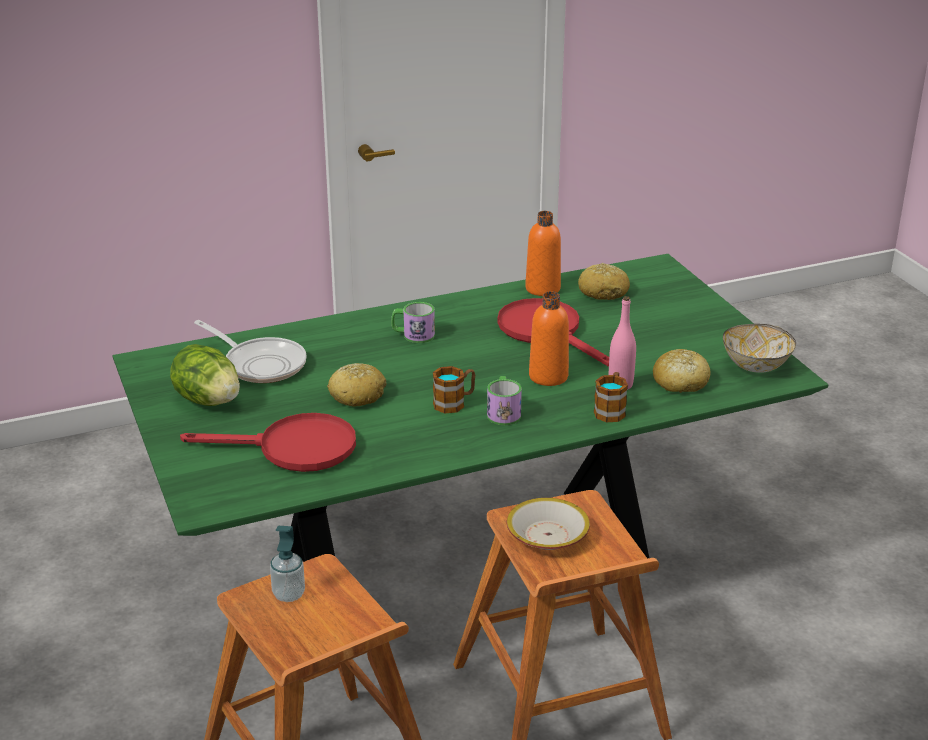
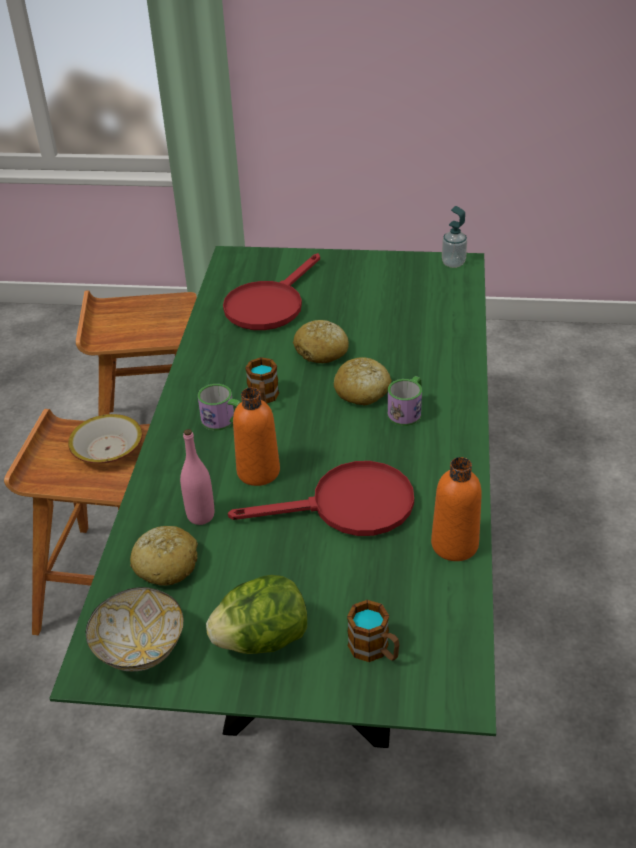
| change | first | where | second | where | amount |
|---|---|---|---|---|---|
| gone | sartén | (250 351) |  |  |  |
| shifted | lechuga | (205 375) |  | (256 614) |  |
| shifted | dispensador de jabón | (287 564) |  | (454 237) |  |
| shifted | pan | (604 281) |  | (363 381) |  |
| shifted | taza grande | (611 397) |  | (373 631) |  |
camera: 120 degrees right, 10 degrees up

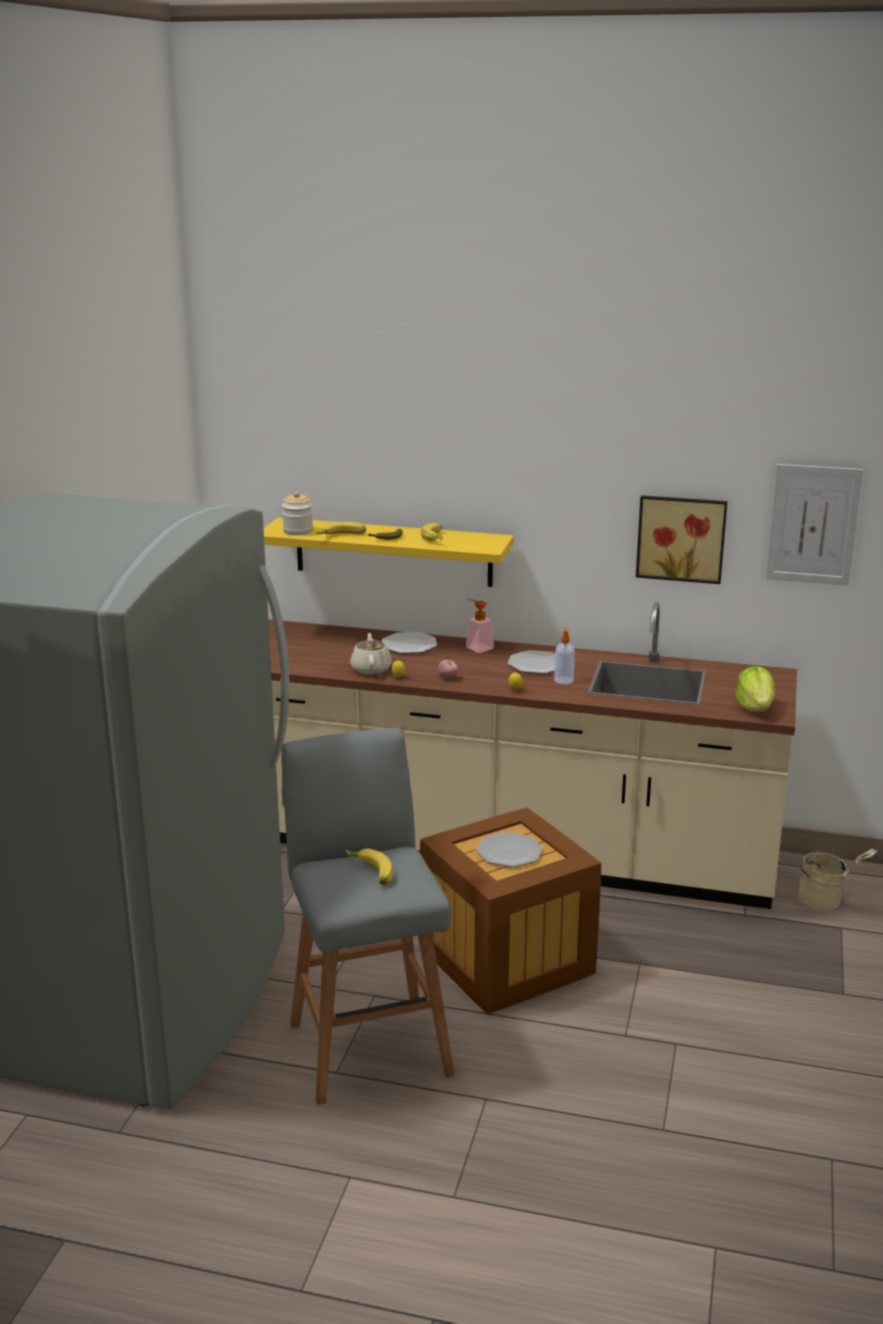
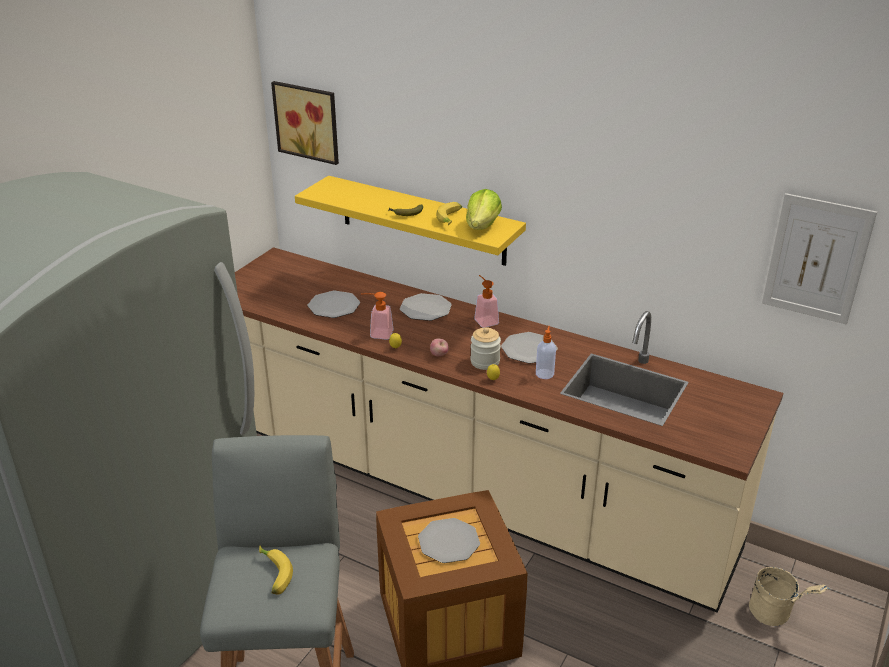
| change | first | where | second | where | amount |
|---|---|---|---|---|---|
| gone | plátano | (341 528) |  |  |  |
| new |  |  | plato | (334 304) |  |
| shifted | tarro | (297 513) |  | (485 348) |  |
| shifted | cuadro | (682 539) |  | (305 123) |  |
| shifted | lechuga | (755 689) |  | (484 209) |  |
| swapped | tetera/beis | (371 654) | dispensador de jabón | (377 316) |  |
camera: 15 degrees right, 10 degrees up

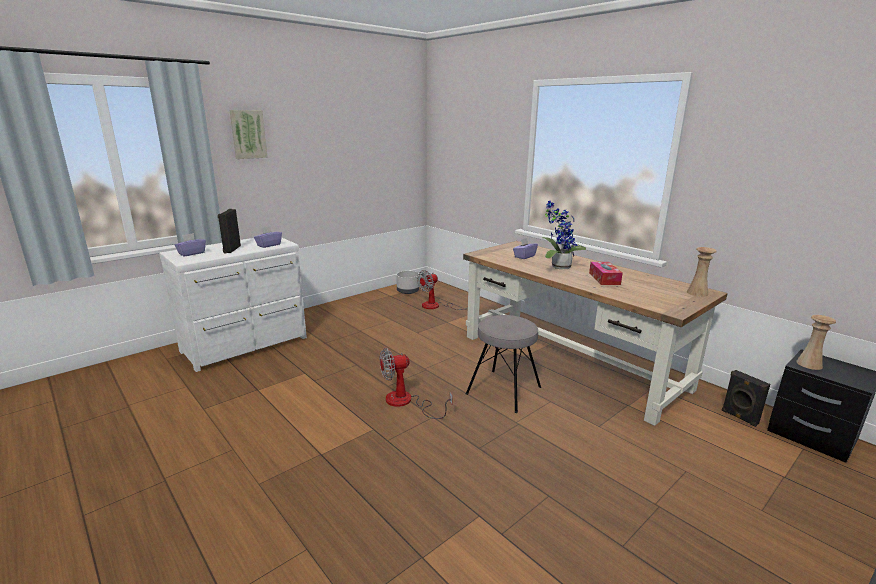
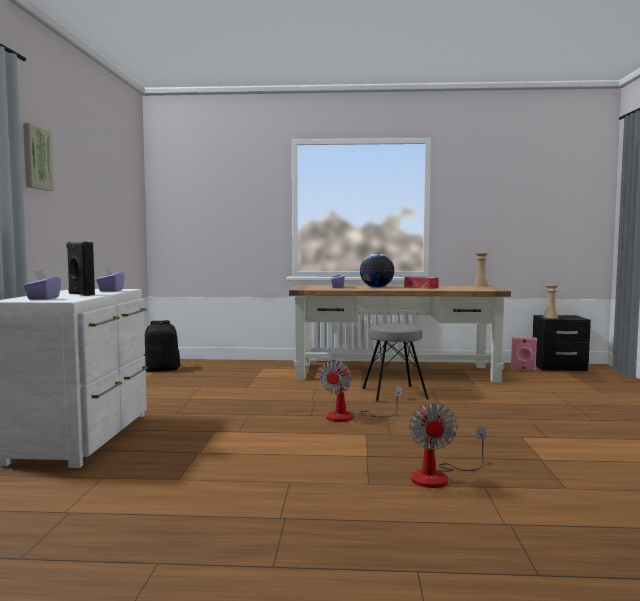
| change | first | where | second | where | amount |
|---|---|---|---|---|---|
| shifted | ventilador | (442 290) |  | (447 445) |  |
| swapped | maceta/gris | (407 282) | mochila/negro | (161 346) |  |
| swapped | planta en maceta | (564 235) | globo terráqueo | (377 270) |  |
| repainted | altavoz/negro | (746 398) | altavoz/rosa | (524 354) |  |
camera: 45 degrees left, 15 degrees down

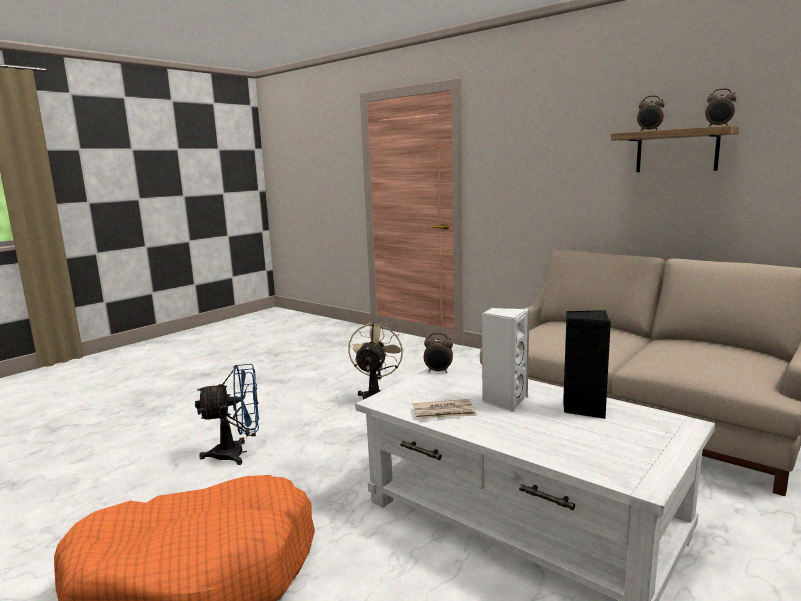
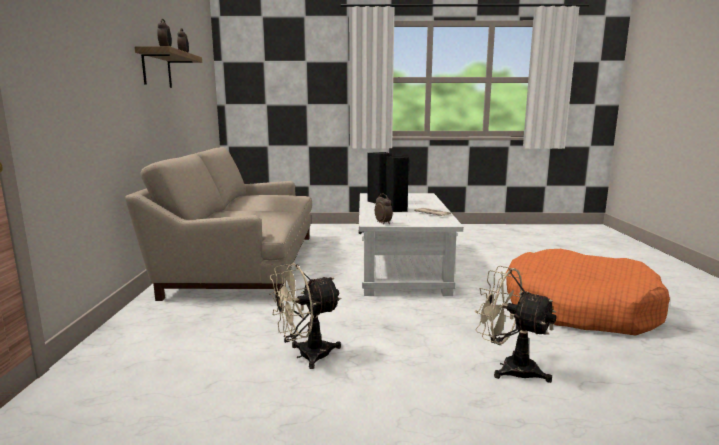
| change | first | where | second | where | amount |
|---|---|---|---|---|---|
| repainted | ventilador/azul | (227 414) | ventilador/beis | (516 324) |  |
| repainted | altavoz/blanco | (505 359) | altavoz/negro | (397 184) |  |
camera: 130 degrees left, 0 degrees up

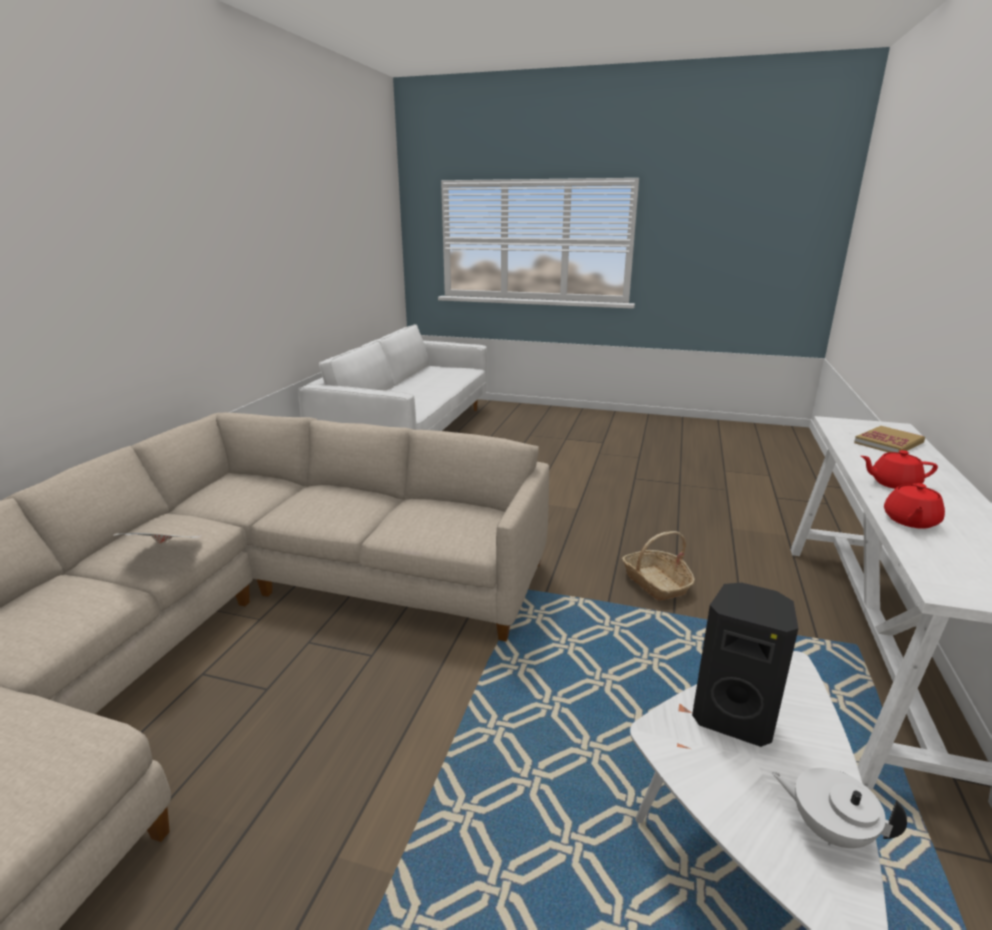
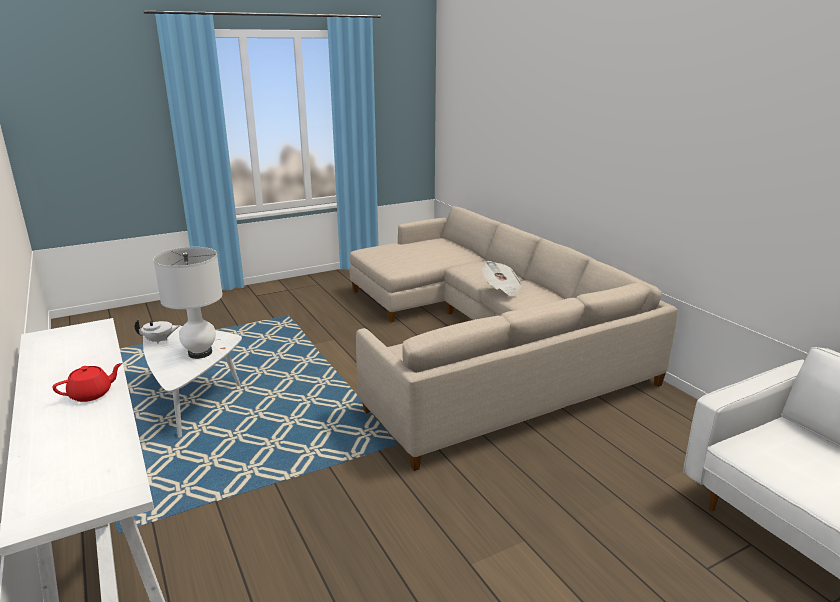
| change | first | where | second | where | amount |
|---|---|---|---|---|---|
| gone | cesta | (658 566) |  |  |  |
| gone | libro | (889 439) |  |  |  |
| gone | tetera/rojo | (914 506) |  |  |  |
| swapped | altavoz/negro | (745 665) | lámpara de mesa/blanco | (188 303) |  |
camera: 135 degrees right, 0 degrees up

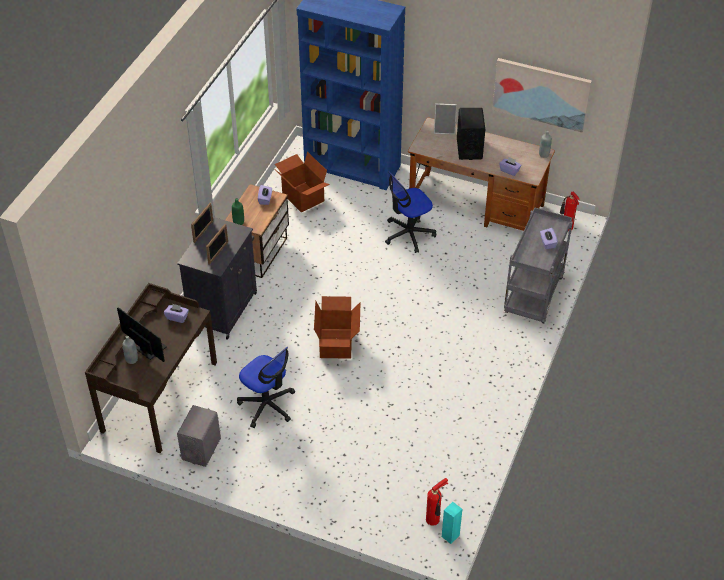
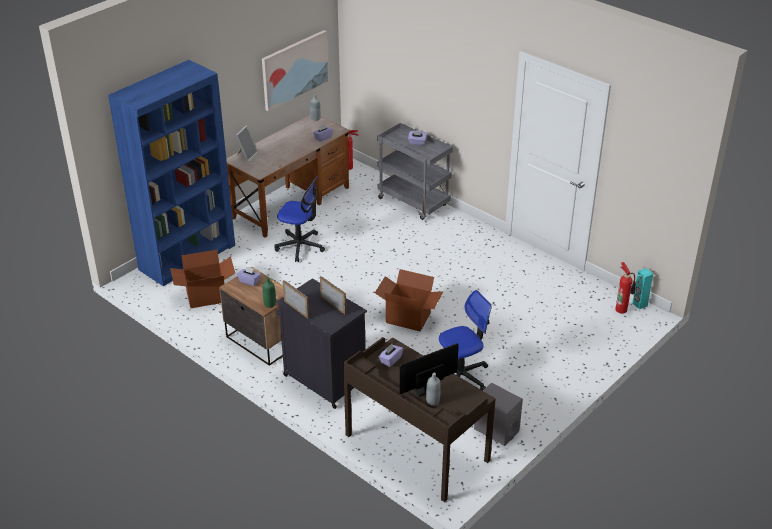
| change | first | where | second | where | amount |
|---|---|---|---|---|---|
| gone | altavoz/negro | (471 134) |  |  |  |
| rotated | silla de oficina | (410 212) |  | (299 219) | 60 degrees counterclockwise |
camera: 70 degrees left, 10 degrees down

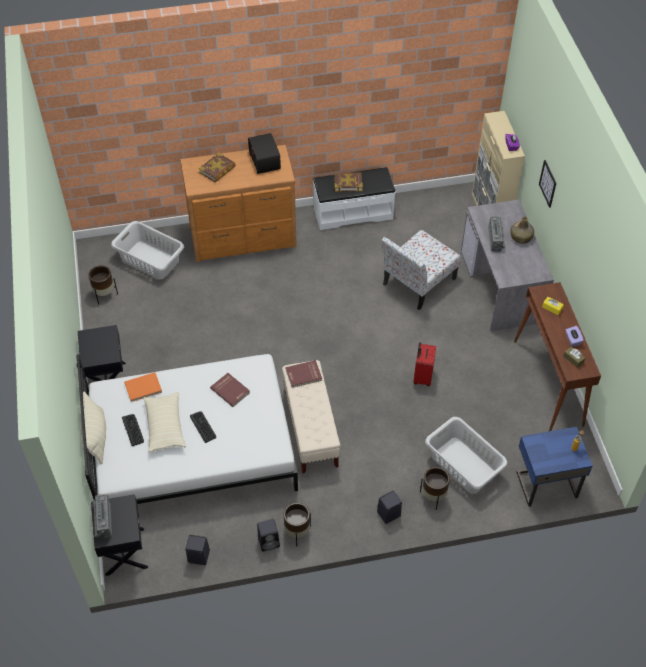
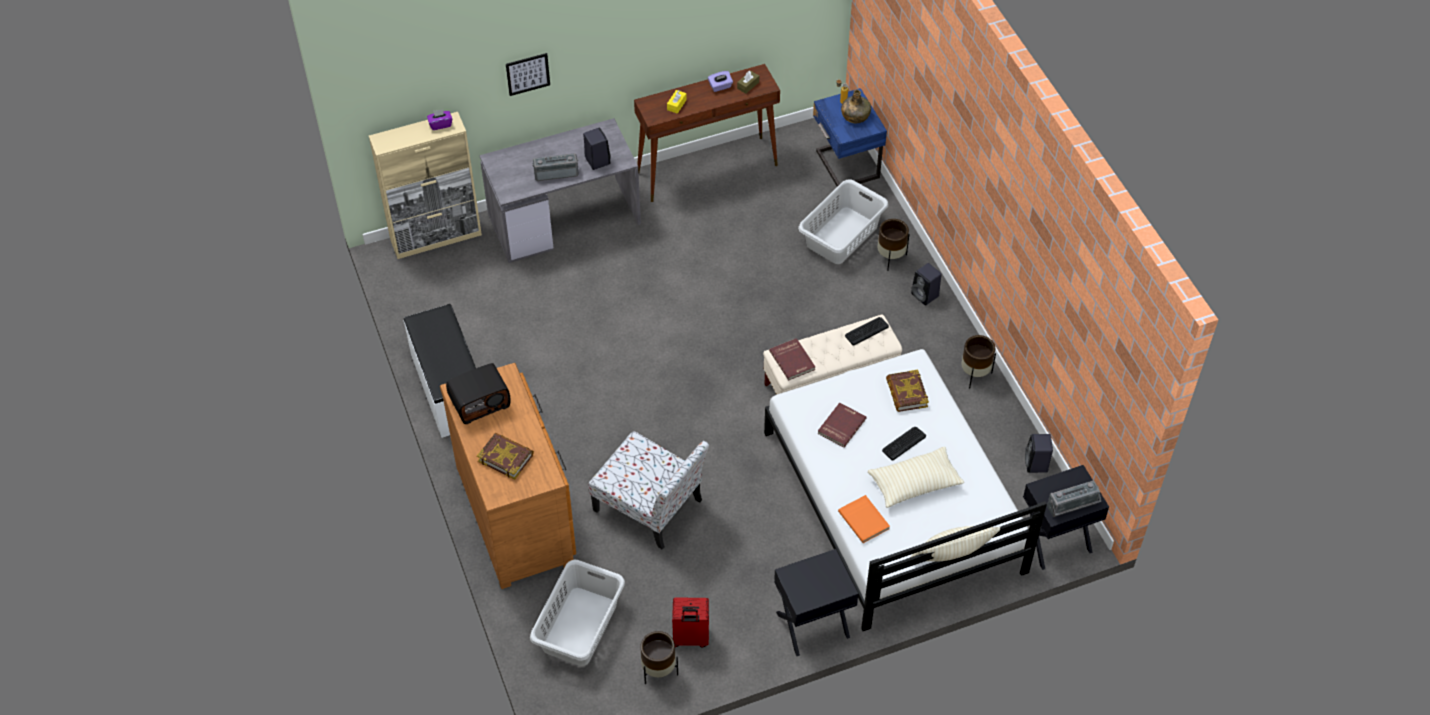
| change | first | where | second | where | amount |
|---|---|---|---|---|---|
| shifted | teclado | (133 430) |  | (867 331) |  |
| shifted | altavoz/negro | (268 535) |  | (597 149) |  |
| shifted | libro | (348 182) |  | (907 390) |  |
| shifted | silla | (421 270) |  | (648 490) |  |
| shifted | maleta/rojo | (424 364) |  | (690 623) |  |
| shifted | botella/verde | (522 230) |  | (856 106) |  |
camera: 100 degrees left, 0 degrees up

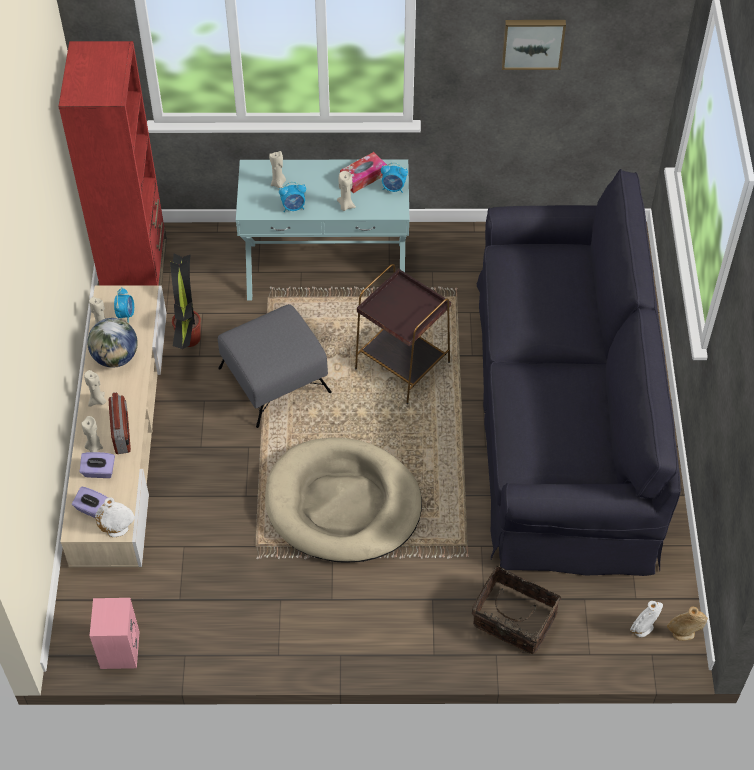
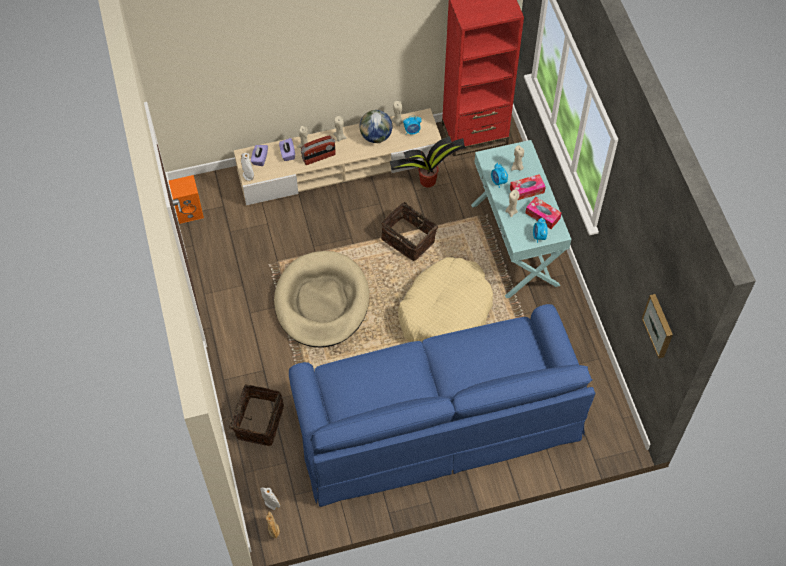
| change | first | where | second | where | amount |
|---|---|---|---|---|---|
| new |  |  | caja de pañuelos | (528 187) |  |
| shifted | cuadro | (534 45) |  | (657 326) |  |
| swapped | puf/gris | (275 366) | cesta | (409 231) |  |
| swapped | mesa auxiliar/marrón | (403 334) | cama para perro/beis | (445 299) |  |
| repainted | altavoz/rosa | (115 633) | altavoz/naranja | (186 199) |  |
| repainted | sofá/negro | (579 372) | sofá/azul | (442 405) |  |
camera: 75 degrees right, 5 degrees up

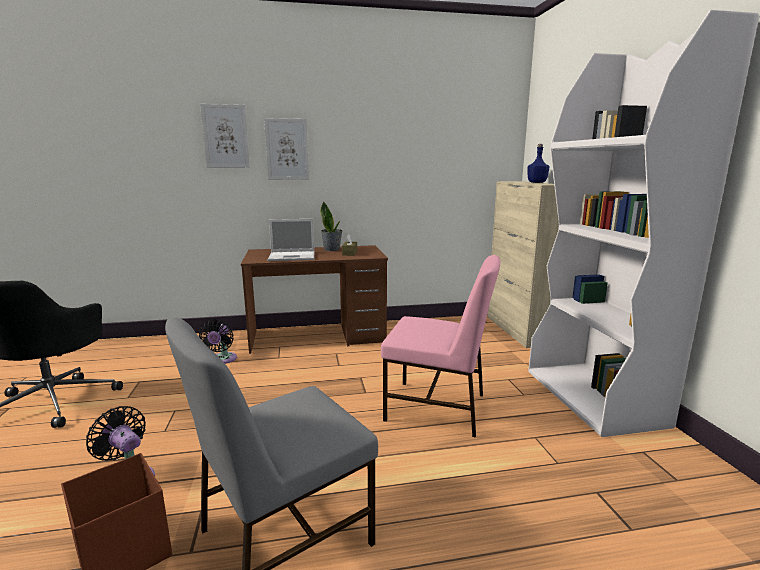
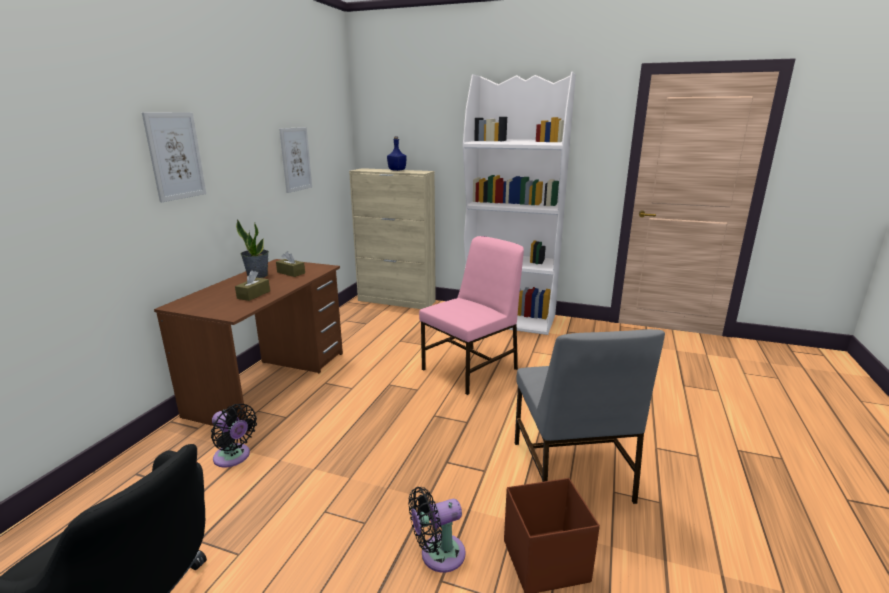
| change | first | where | second | where | amount |
|---|---|---|---|---|---|
| shifted | cuadro | (225 136) |  | (295 160) |  |
| swapped | portátil | (290 240) | caja de pañuelos/marrón | (252 286) |  |
camera: 60 degrees left, 5 degrees up

